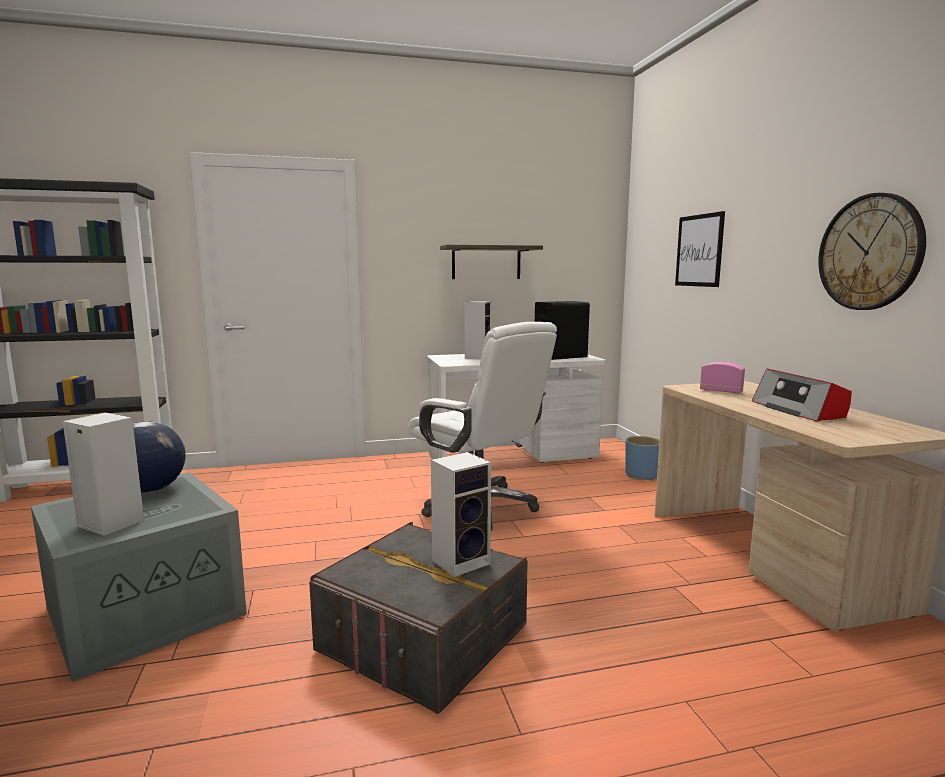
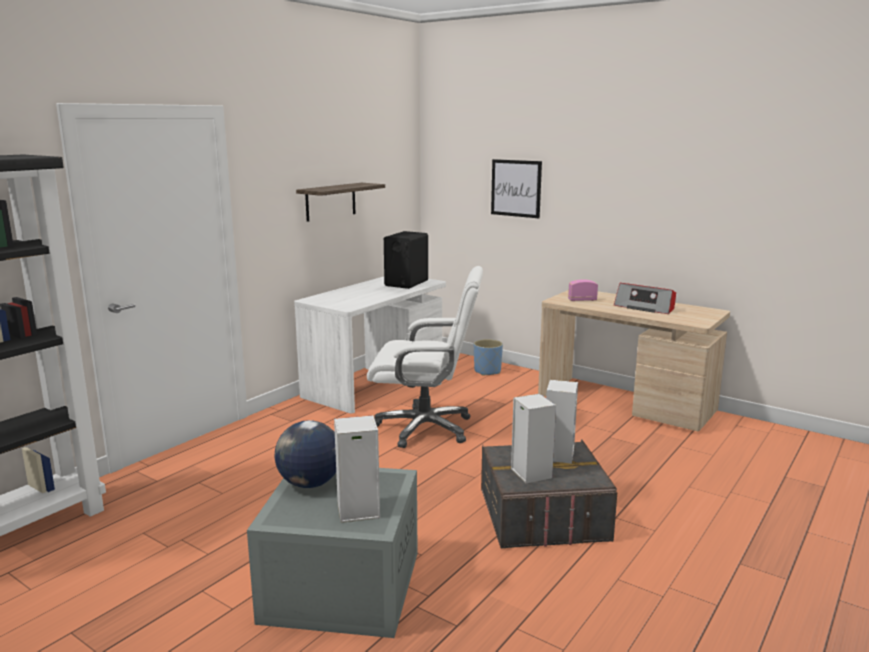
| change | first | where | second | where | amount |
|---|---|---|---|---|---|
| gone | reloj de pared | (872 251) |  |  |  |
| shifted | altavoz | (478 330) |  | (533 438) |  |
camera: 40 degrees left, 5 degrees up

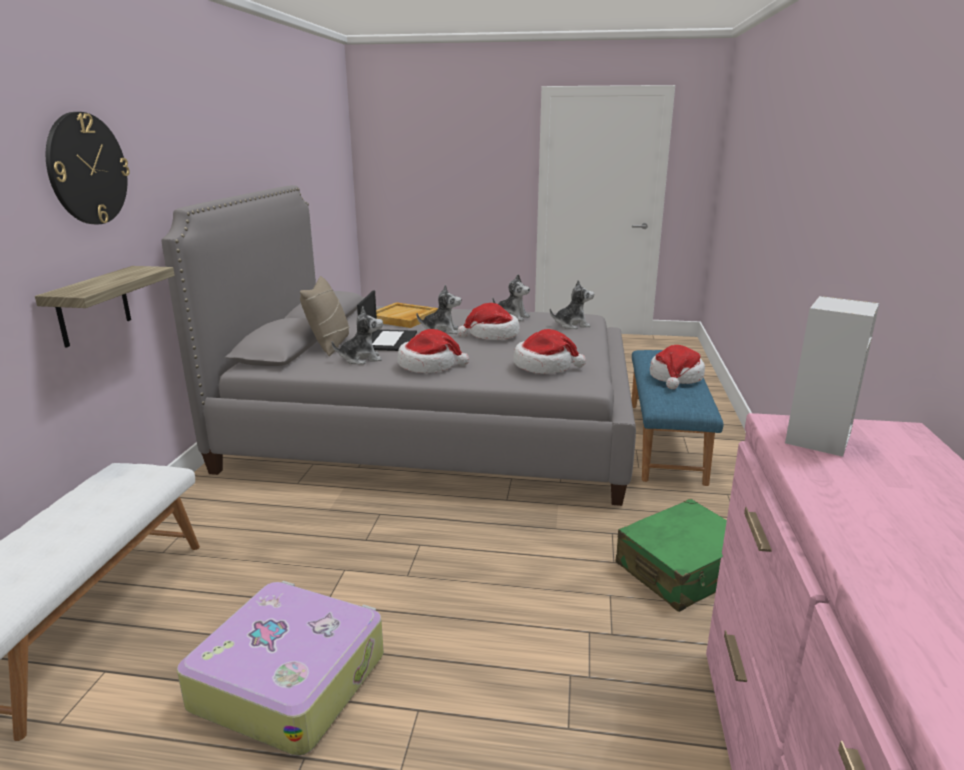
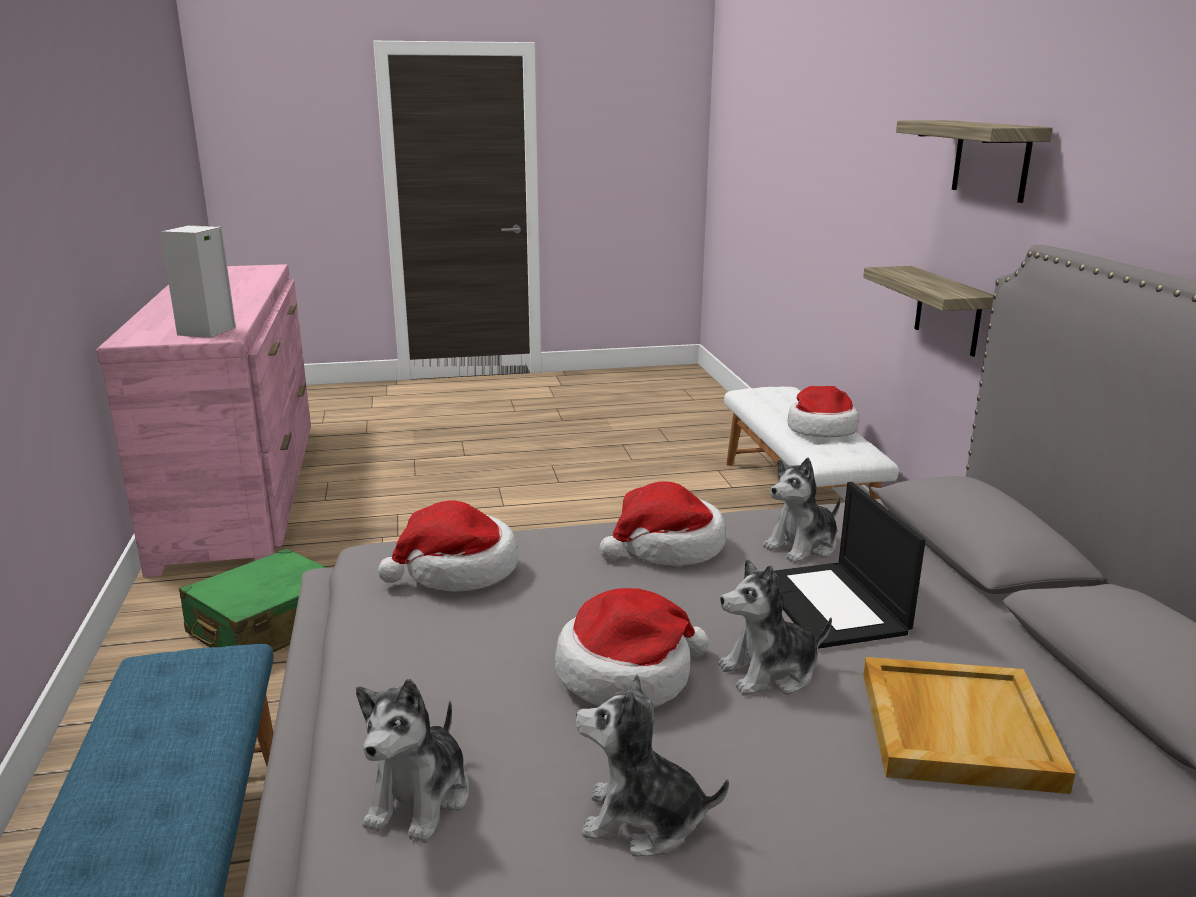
| change | first | where | second | where | amount |
|---|---|---|---|---|---|
| gone | maleta | (280 668) |  |  |  |
| gone | cojín/beis | (325 316) |  |  |  |
| shifted | sombrero | (677 367) |  | (823 411) |  |
| swapped | reloj de pared | (88 168) | estante | (974 161) |  |
| rotated | peluche | (572 304) |  | (412 761) | 45 degrees counterclockwise |
camera: 160 degrees right, 0 degrees up

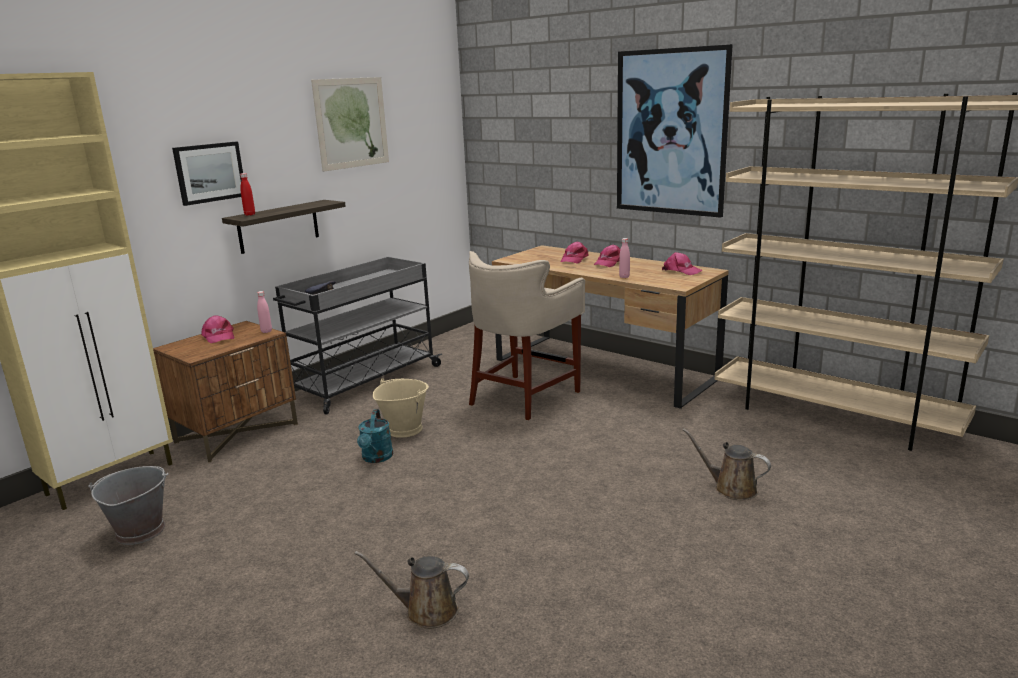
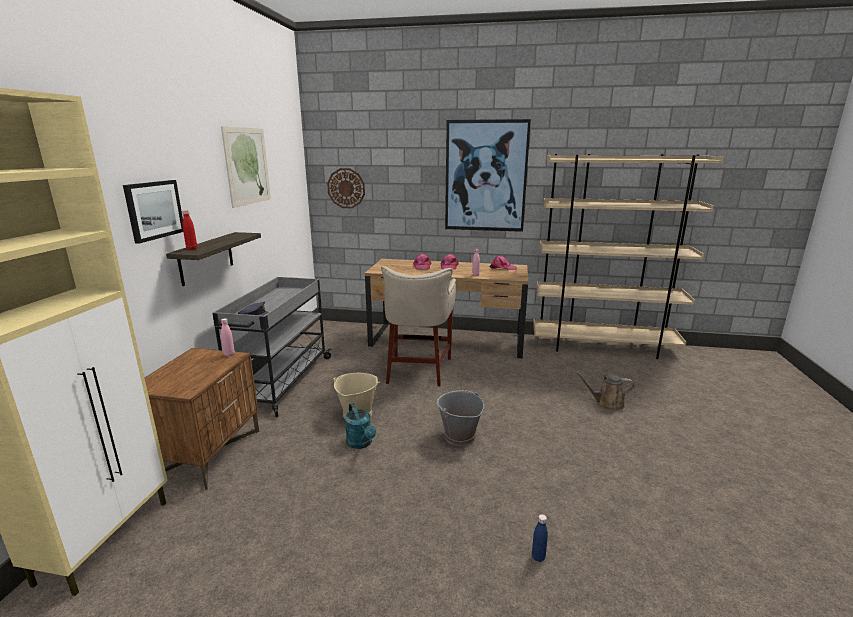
| change | first | where | second | where | amount |
|---|---|---|---|---|---|
| gone | gorra/rosa | (217 329) |  |  |  |
| new |  |  | reloj de pared | (346 188) |  |
| shifted | cubo/gris | (128 505) |  | (460 418) |  |
| swapped | regadera/marrón | (411 590) | botella/azul | (540 538) |  |
camera: 30 degrees left, 0 degrees up

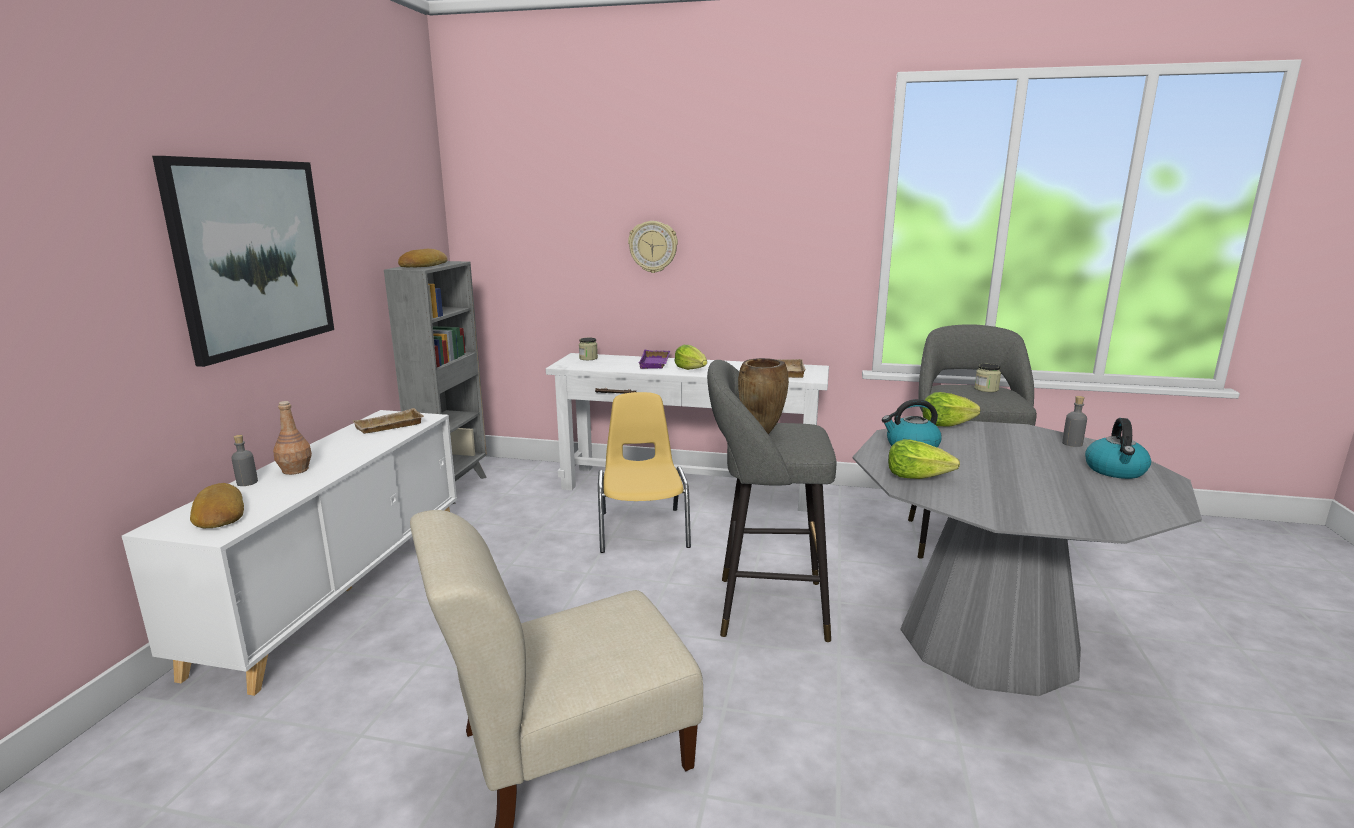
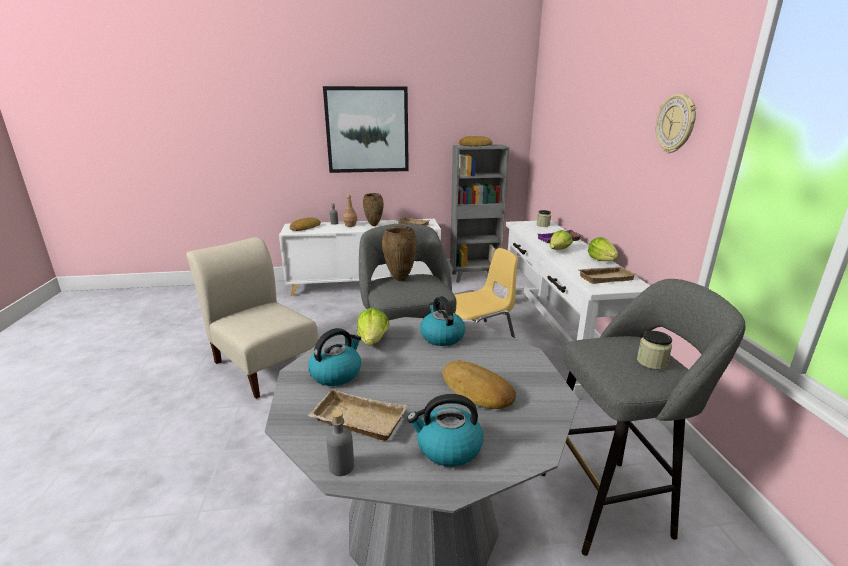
| change | first | where | second | where | amount |
|---|---|---|---|---|---|
| new |  |  | bandeja/beis | (357 415) |  |
| new |  |  | hervidor | (334 357) |  |
| new |  |  | florero/marrón | (373 209) |  |
| new |  |  | pan | (479 384) |  |
| shifted | reloj de pared | (653 247) |  | (676 123) |  |
| shifted | lechuga | (951 409) |  | (603 249) |  |
| shifted | botella/gris | (1074 421) |  | (340 443) |  |
camera: 70 degrees right, 5 degrees up

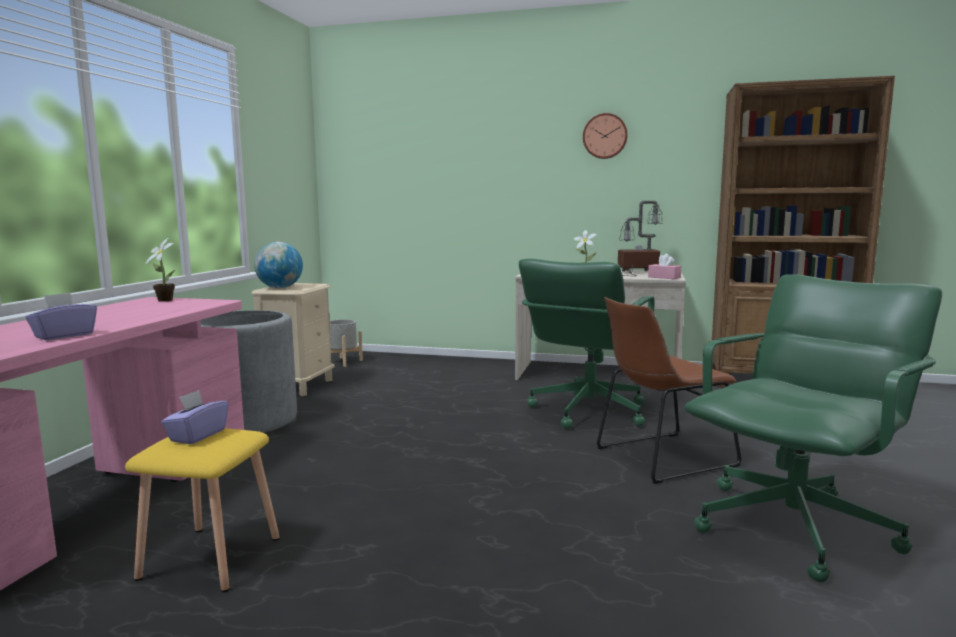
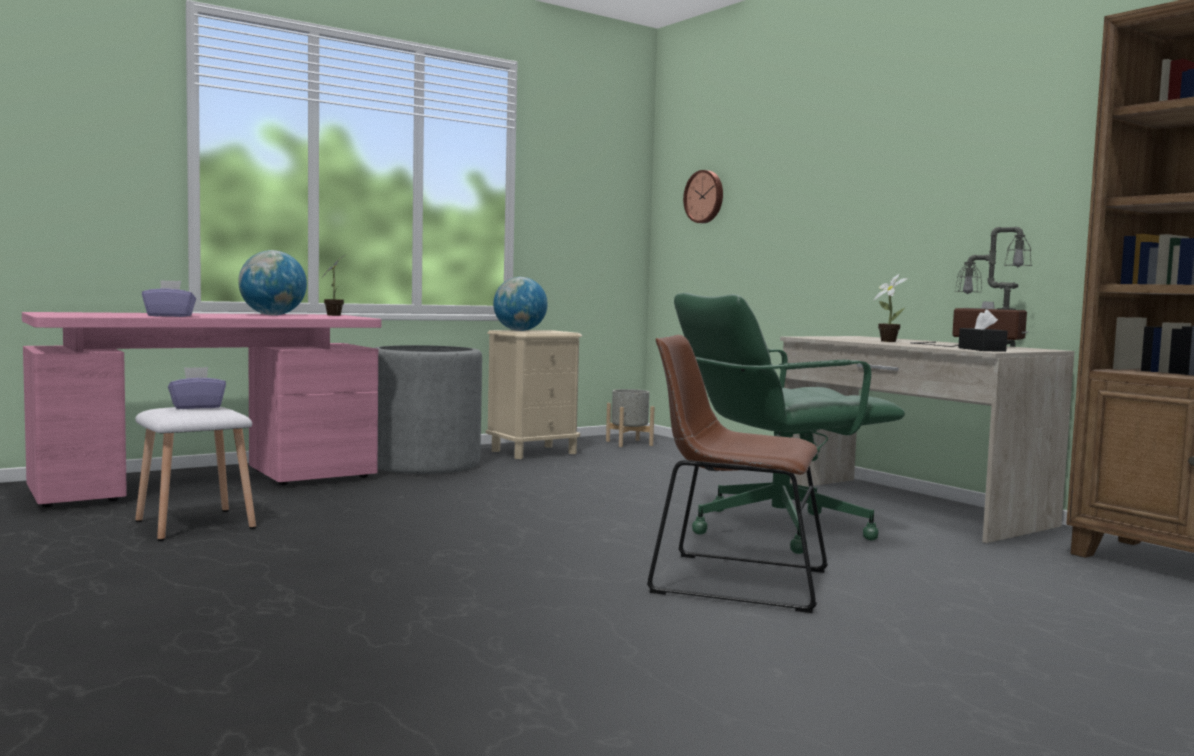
| change | first | where | second | where | amount |
|---|---|---|---|---|---|
| gone | silla de oficina/verde | (813 428) |  |  |  |
| new |  |  | globo terráqueo | (272 282) |  |
| shifted | reloj de pared | (605 136) |  | (703 196) |  |
| repainted | taburete/amarillo | (202 510) | taburete/blanco | (195 474) |  |
| repainted | caja de pañuelos/rosa | (664 266) | caja de pañuelos/negro | (983 331) |  |
camera: 40 degrees right, 5 degrees down

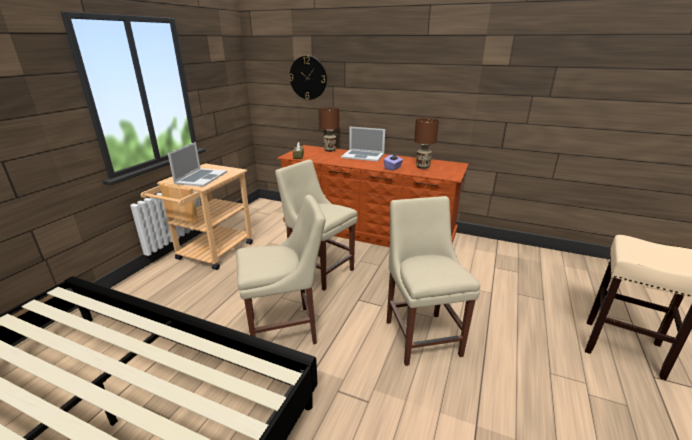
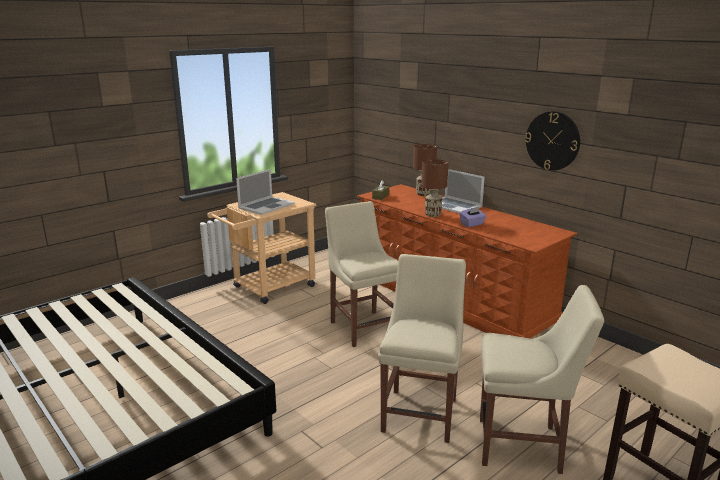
| change | first | where | second | where | amount |
|---|---|---|---|---|---|
| shifted | silla/beis | (281 269) |  | (542 379) |  |
| shifted | reloj de pared | (308 78) |  | (552 141) |  |
| shifted | lámpara de mesa/marrón | (426 143) |  | (435 188) |  |
camera: 25 degrees right, 5 degrees down

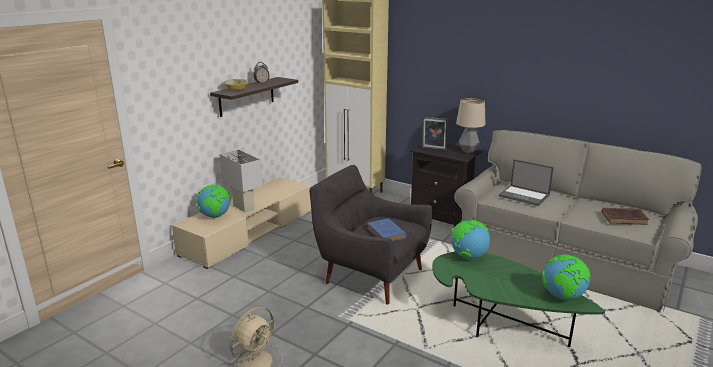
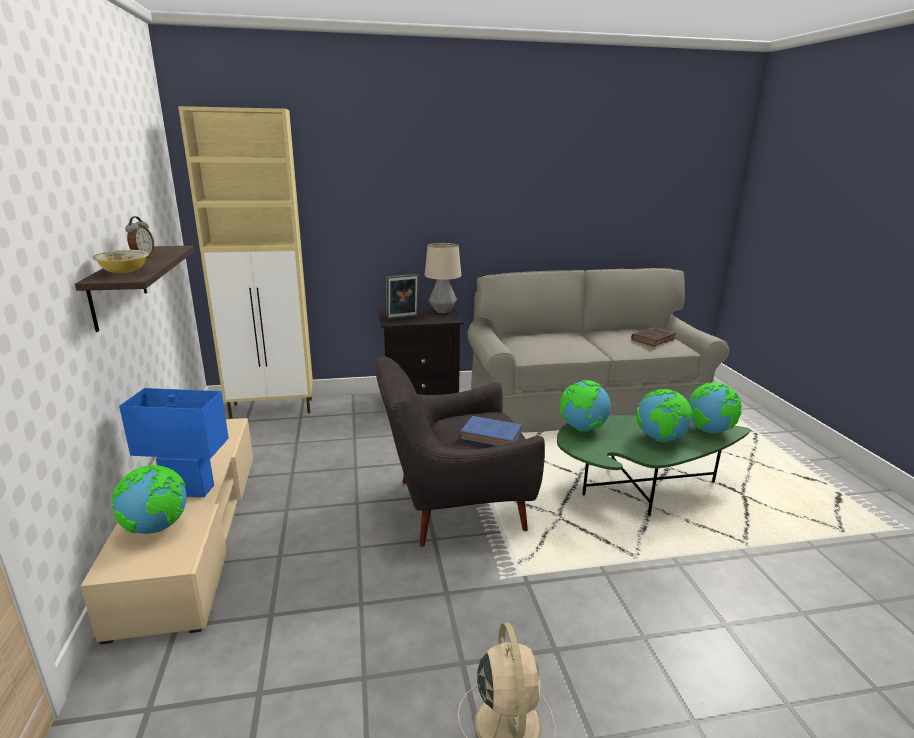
| change | first | where | second | where | amount |
|---|---|---|---|---|---|
| gone | portátil | (526 182) |  |  |  |
| new |  |  | globo terráqueo | (664 415) |  |
| repainted | lámpara de mesa/blanco | (240 181) | lámpara de mesa/azul | (174 442) |  |
camera: 45 degrees left, 0 degrees up

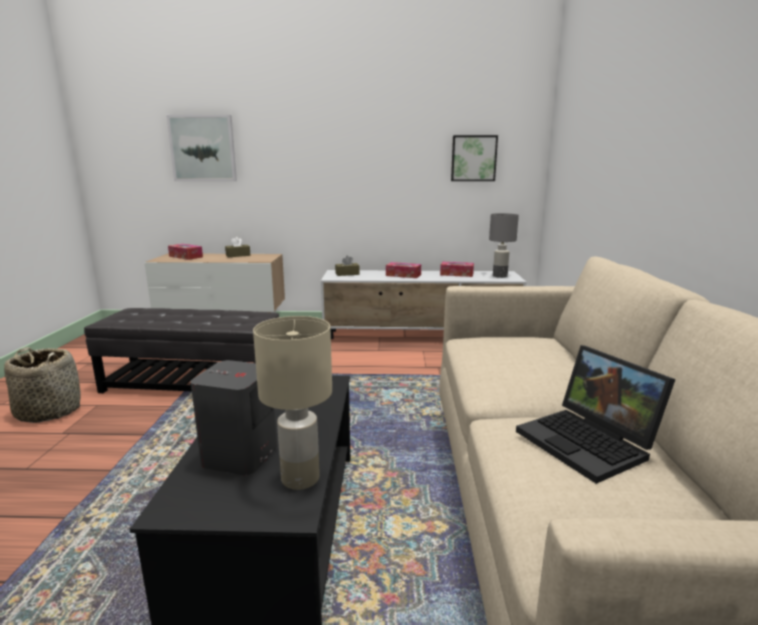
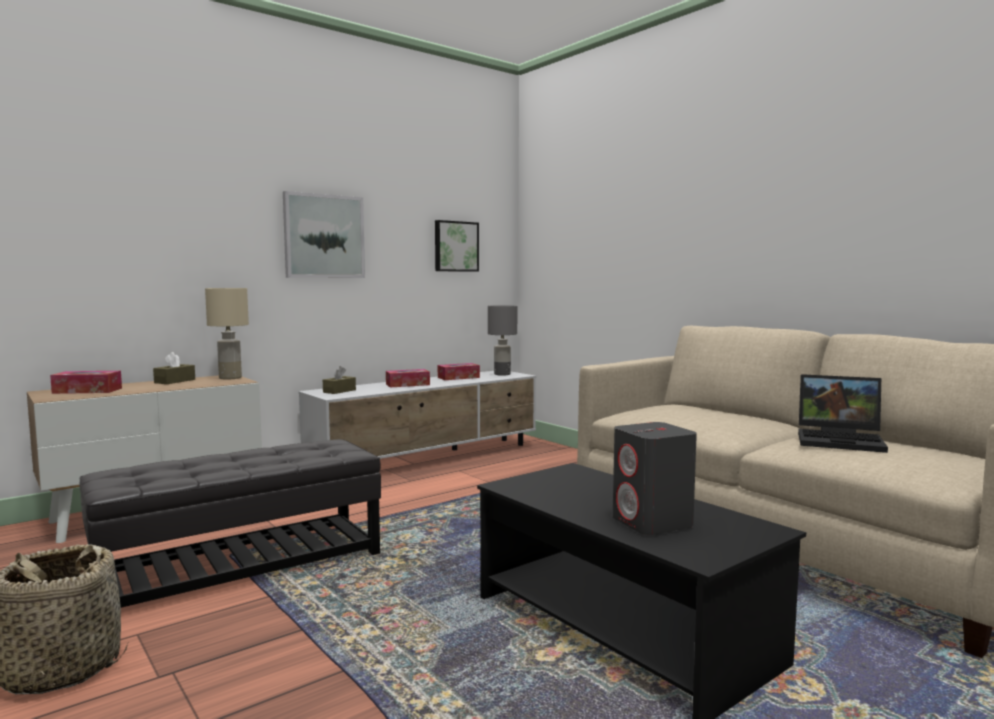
| change | first | where | second | where | amount |
|---|---|---|---|---|---|
| shifted | cuadro | (201 148) |  | (324 234) |  |
| shifted | lámpara de mesa/beis | (292 403) |  | (227 334) |  |
camera: 40 degrees left, 10 degrees down

